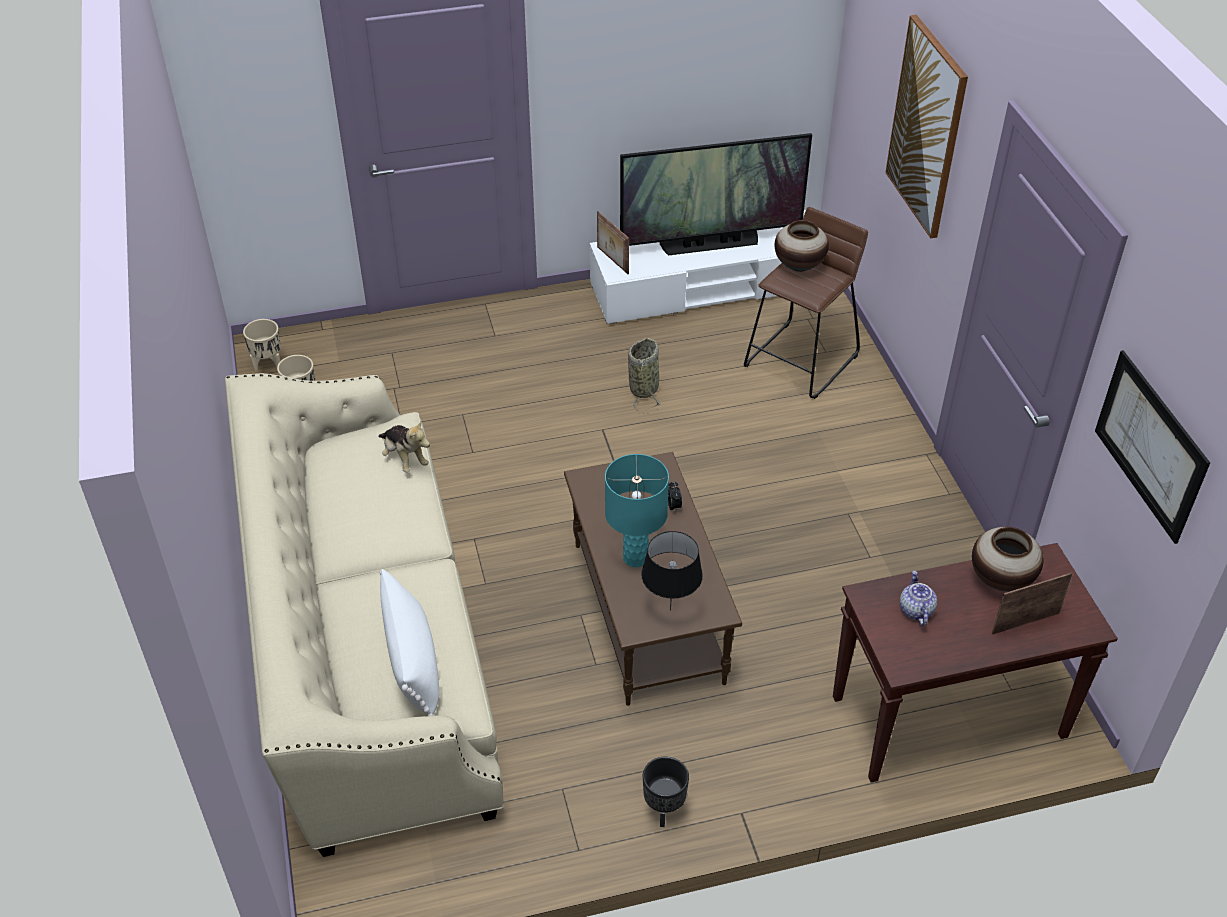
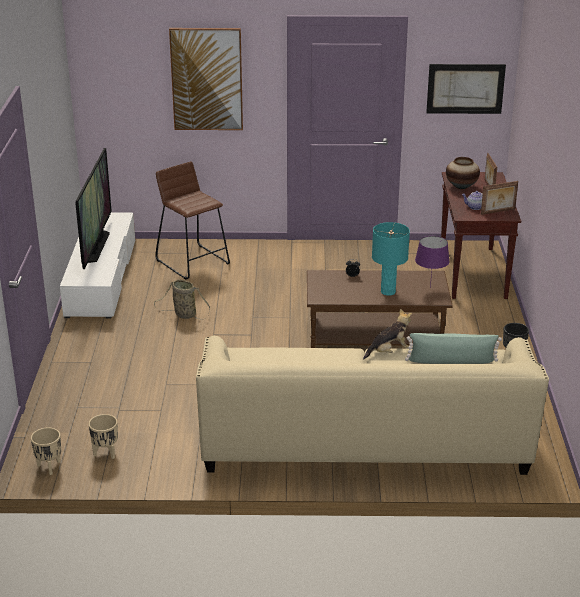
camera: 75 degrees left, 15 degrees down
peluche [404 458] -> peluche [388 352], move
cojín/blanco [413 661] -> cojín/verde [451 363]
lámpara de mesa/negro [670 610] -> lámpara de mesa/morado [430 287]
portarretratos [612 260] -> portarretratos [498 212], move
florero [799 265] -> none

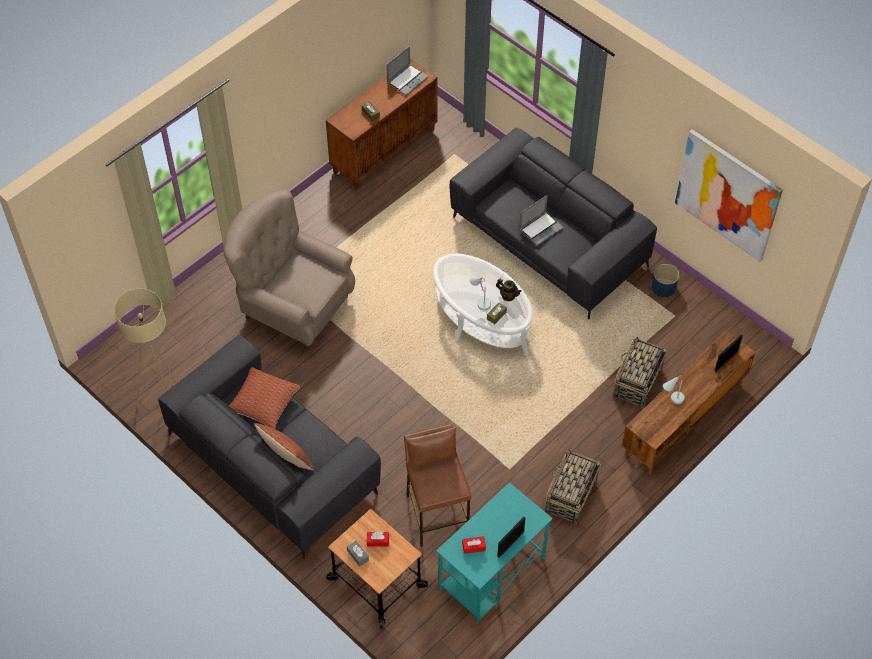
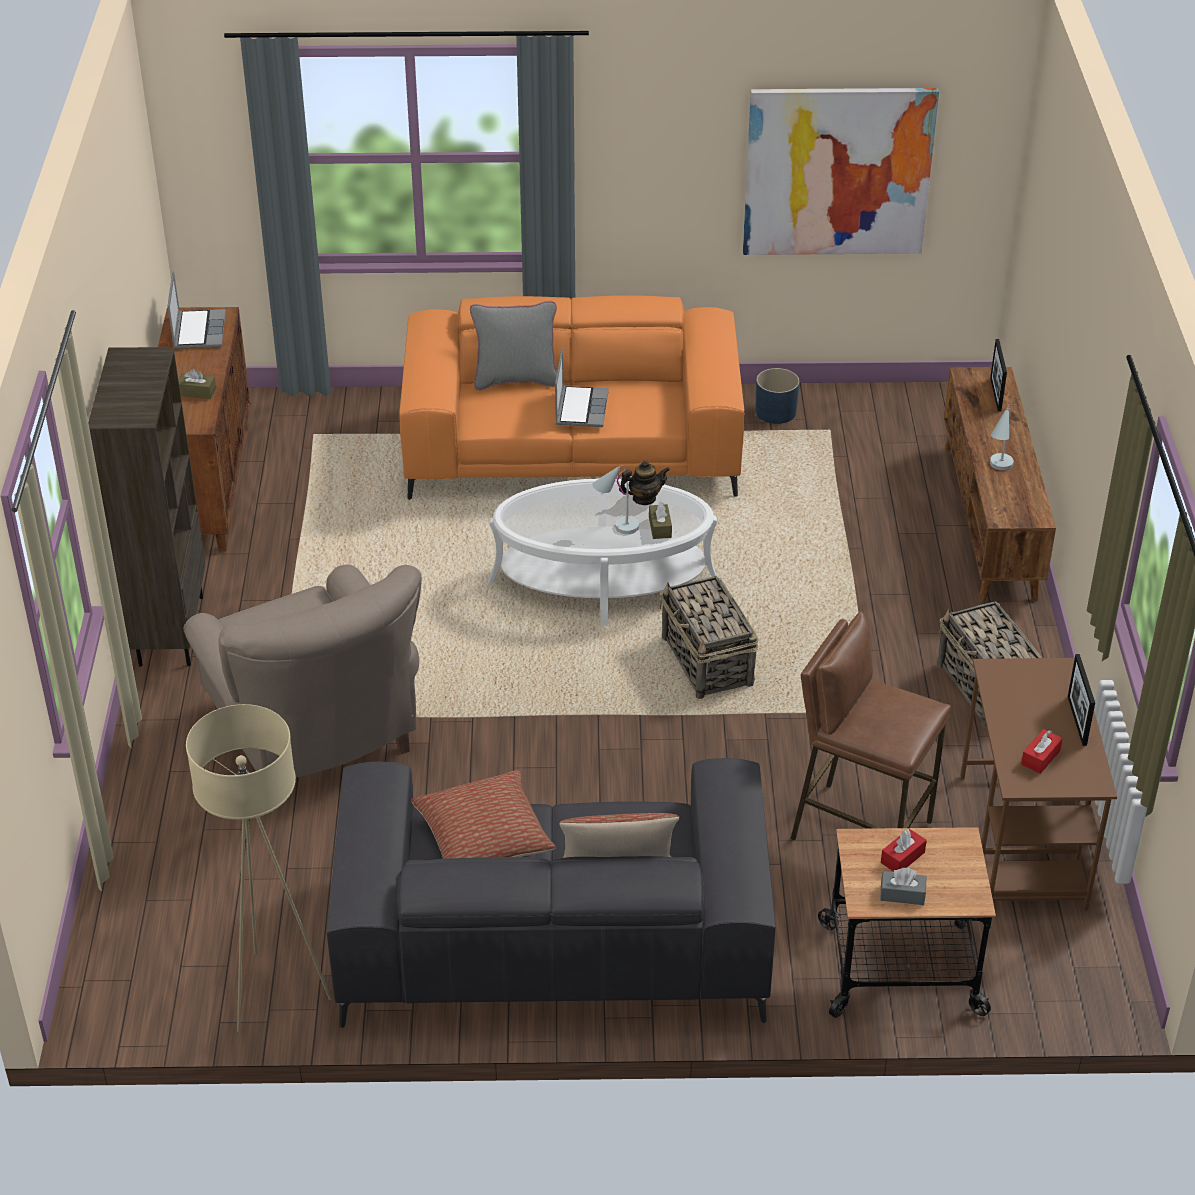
camera: 45 degrees left, 15 degrees down
none -> estantería/marrón [169 630]
sillón/beis [293 305] -> sillón/beis [316 737], 105 degrees counterclockwise
sofá/gris [549 242] -> sofá/naranja [572 451]
none -> cojín/gris [515 380]
cesta [637 383] -> cesta [707 662], move
escritorio/turquesa [491 574] -> escritorio/marrón [1022 842]

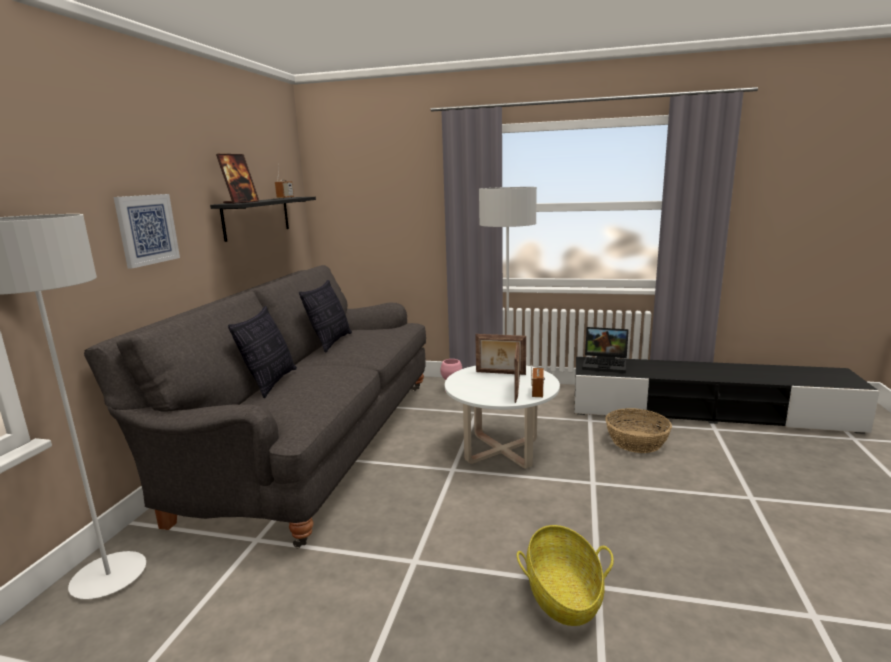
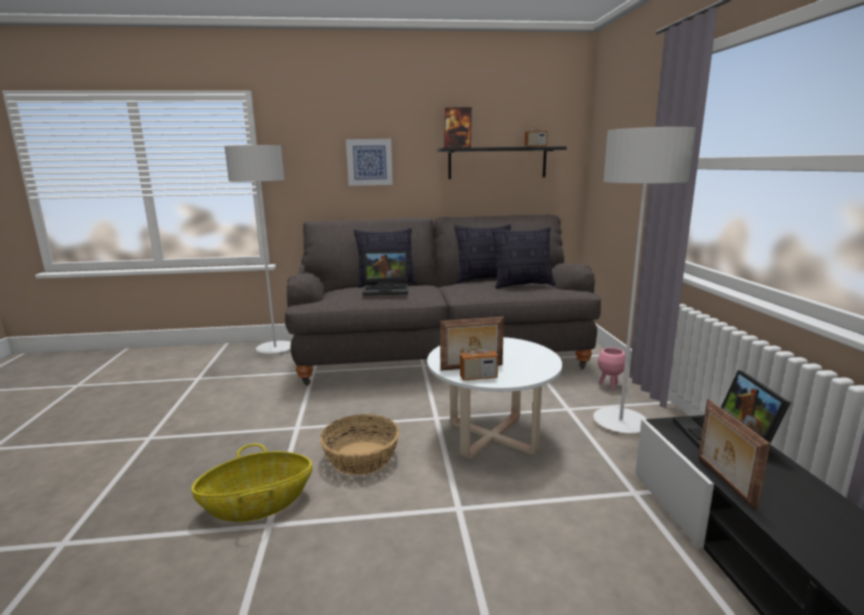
camera: 70 degrees right, 0 degrees up
cesta [636 441] -> cesta [362 458], move
none -> portátil [387 289]
none -> cojín [522 285]
portarretratos [500 373] -> portarretratos [723 481], move

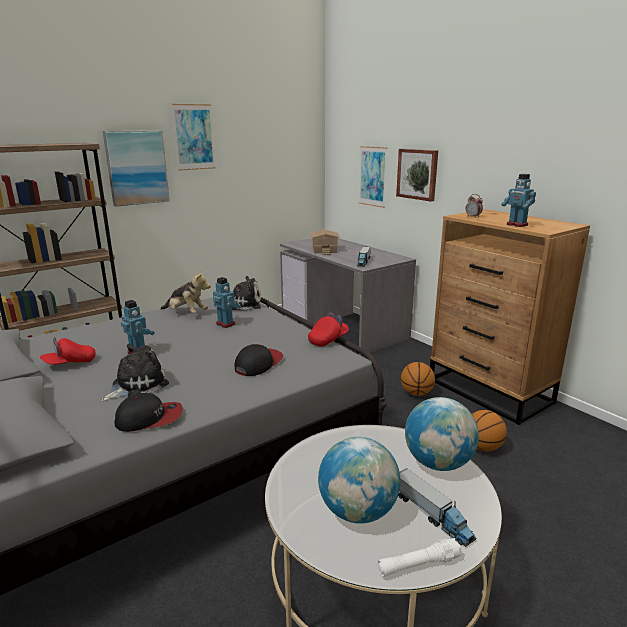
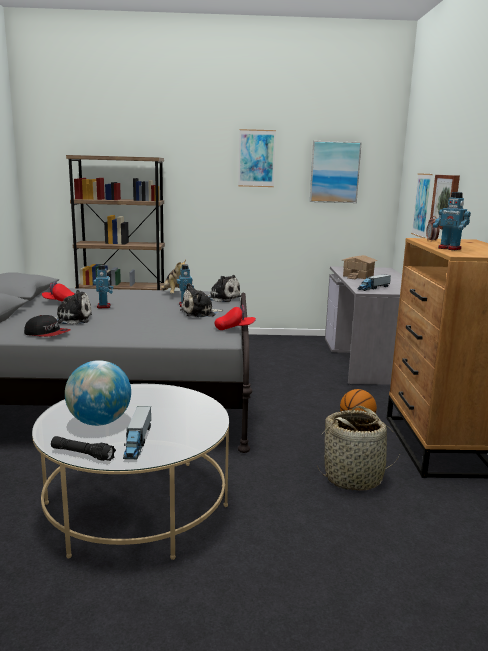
camera: 35 degrees right, 5 degrees down
linterna/blanco [418 565] -> linterna/negro [82 454]
none -> peluche [200 313]
cuadro [137 167] -> cuadro [334 172], move
balón de baloncesto [483 447] -> cesta [354 477]
robot de juguete [516 225] -> robot de juguete [449 248], 45 degrees counterclockwise
gorra [258 364] -> none
globo terráqueo [438 463] -> none

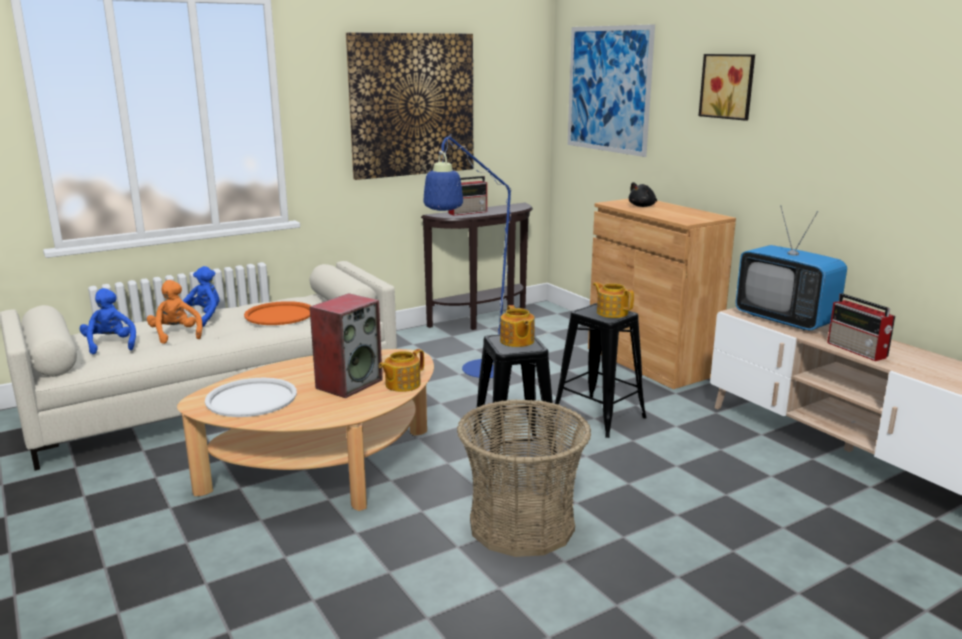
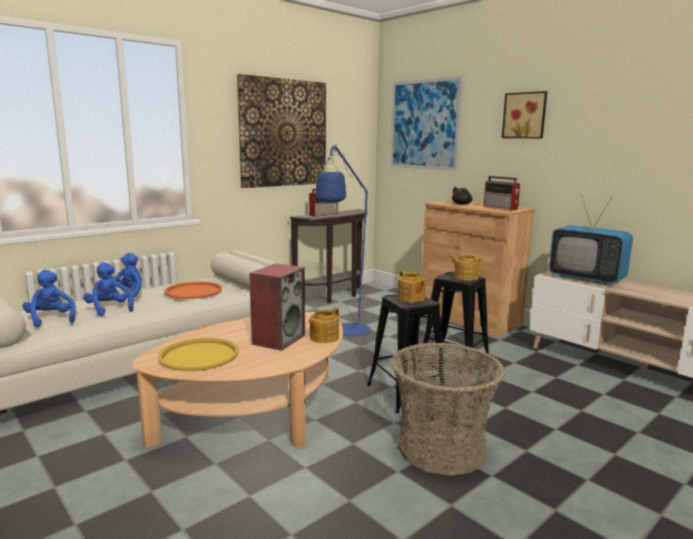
camera: 10 degrees left, 5 degrees down
peluche/naranja [176 335] -> peluche/azul [109 309]
bandeja/blanco [251 399] -> bandeja/amarillo [199 355]
radio [858 350] -> radio [501 208], move

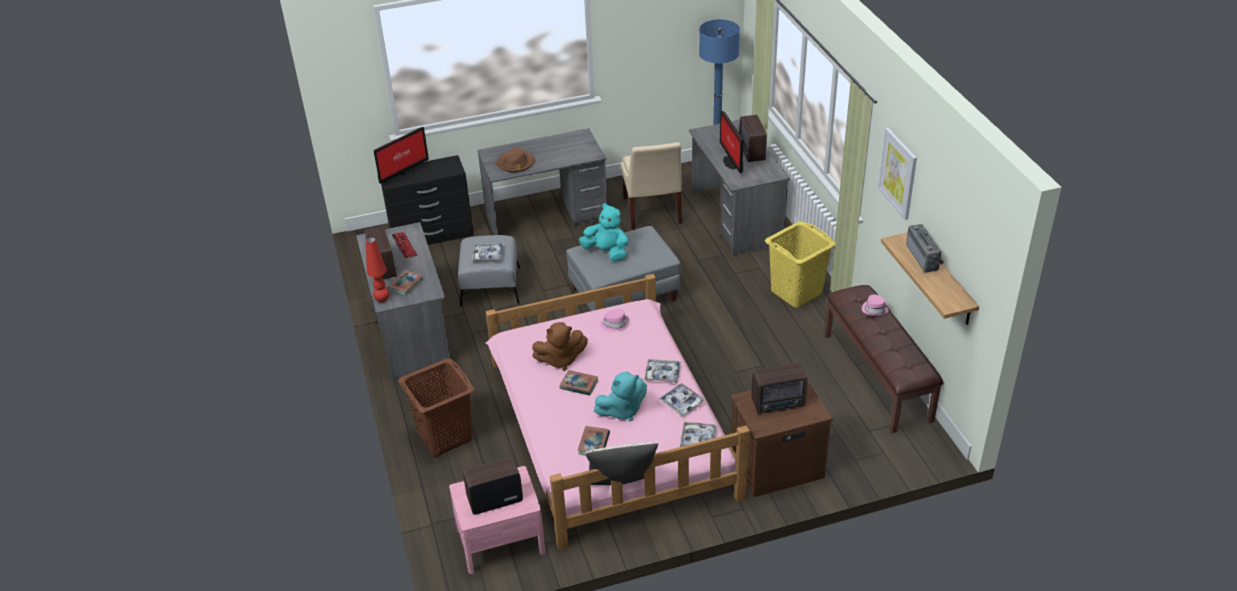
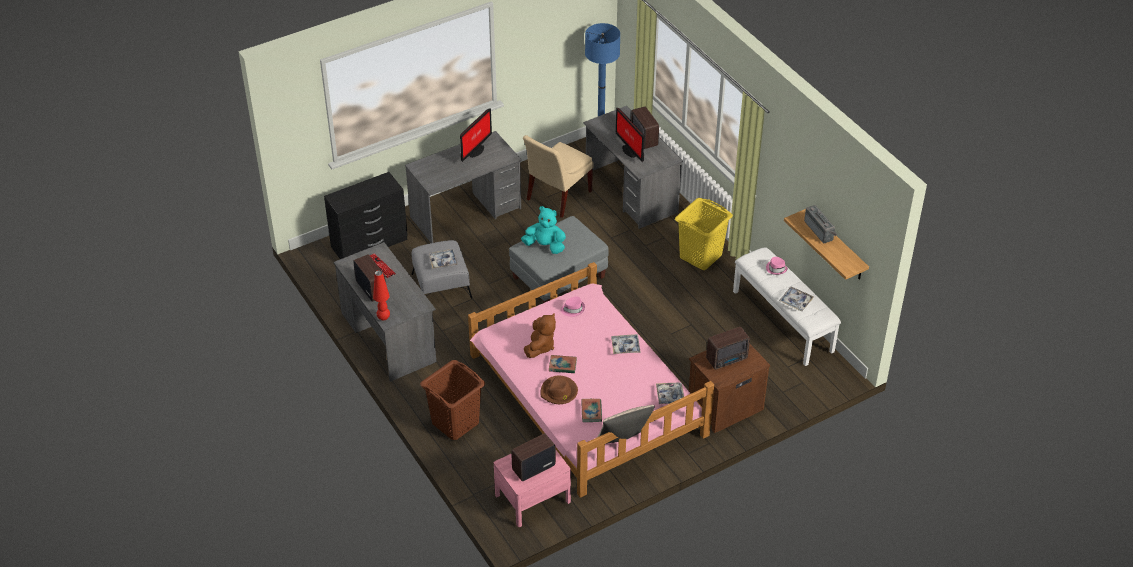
camera: 15 degrees left, 5 degrees up
monitor [403 175] -> monitor [475 151], move
silla/beis [652 212] -> silla/beis [557 197], 60 degrees clockwise
peluche/marrón [560 360] -> peluche/marrón [540 347], 45 degrees counterclockwise
sombrero/marrón [515 163] -> sombrero/marrón [559 392], move
banco/marrón [877 377] -> banco/blanco [783 321]
bandeja [682 403] -> bandeja [795 301], move
libro [406 285] -> none
peluche/turquesa [622 410] -> none
cuadro [898 173] -> none

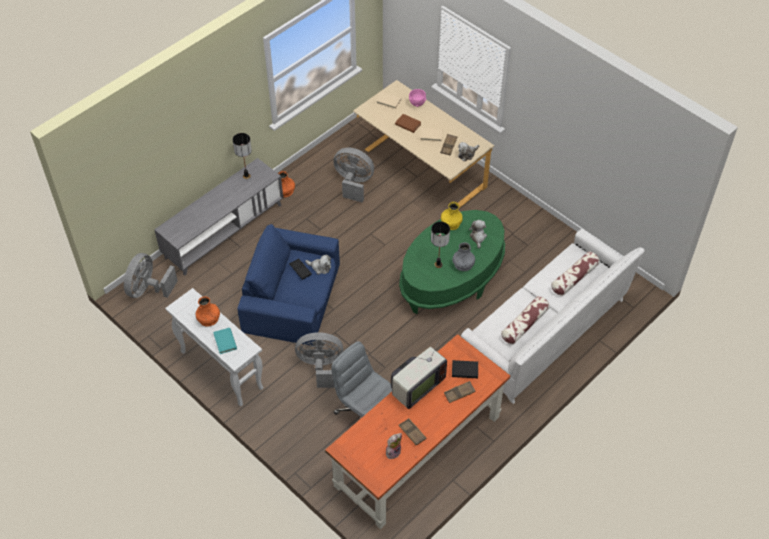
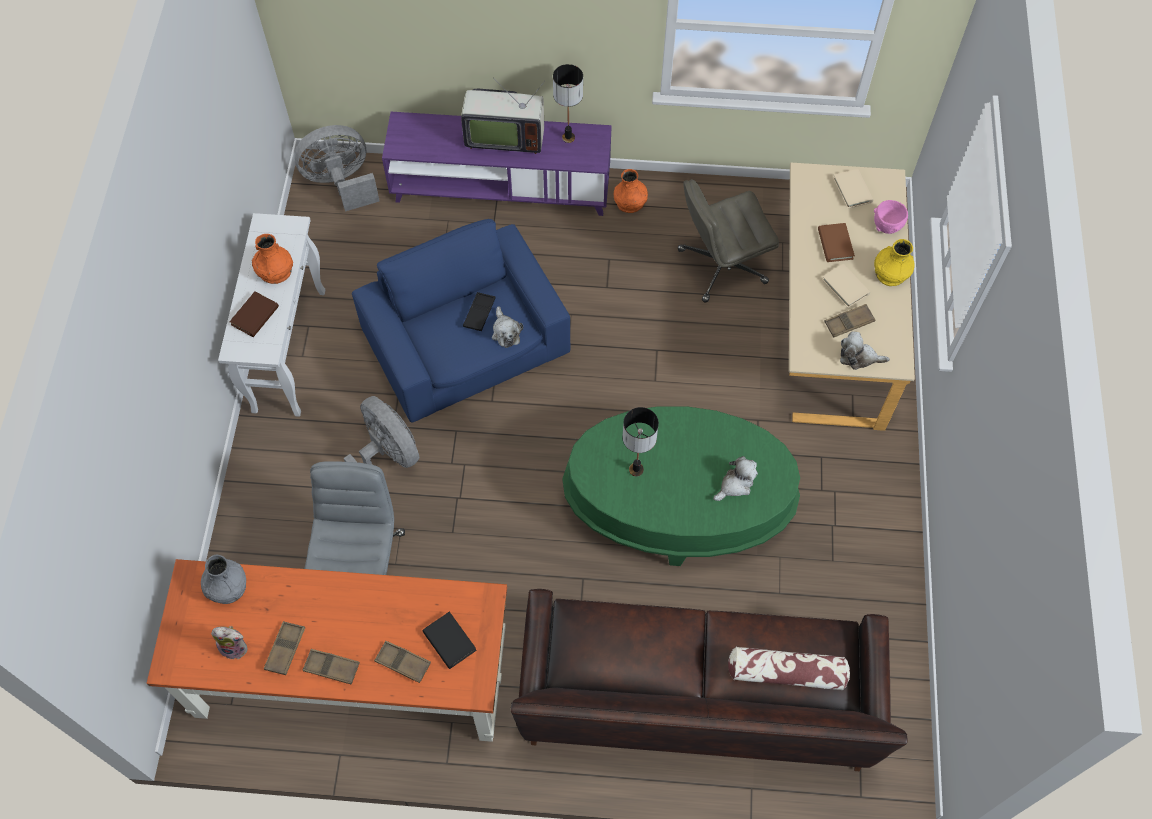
camera: 50 degrees right, 10 degrees up
florero/gris [463 265] -> florero/gris [227 587], move
libro/turquesa [225 341] -> libro/marrón [255 316]
none -> bandeja/marrón [331 667]
mueble de televisión/gris [224 231] -> mueble de televisión/morado [501 188]
televisor [416 387] -> televisor [504 136], move
sofá/blanco [545 332] -> sofá/marrón [696 700]
ventilador/gris [353 183] -> silla de oficina/gris [721 266]
florero/amarillo [451 223] -> florero/amarillo [890 273], move
cojín [524 324] -> none

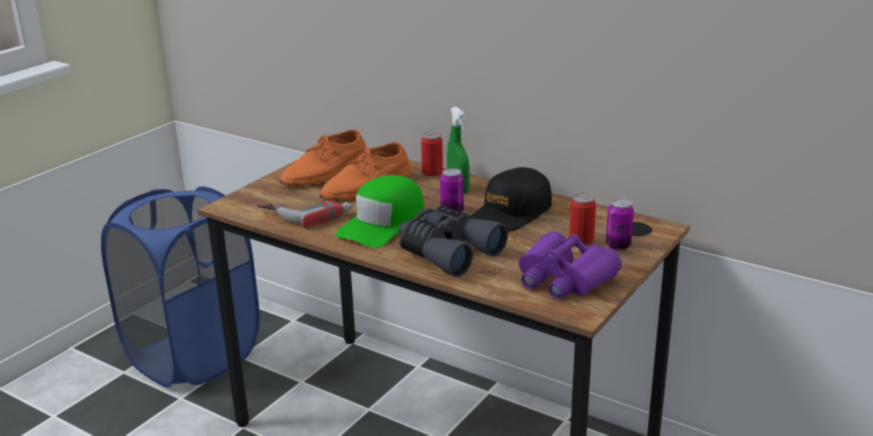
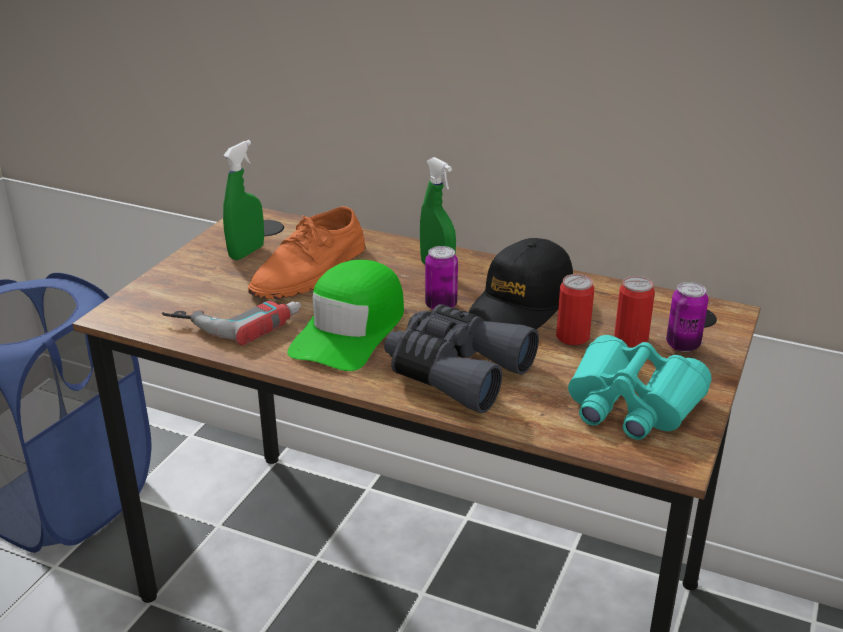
camera: 10 degrees left, 5 degrees up
zapato/naranja [326 172] -> pulverizador/verde [246 252]
lata [432 172] -> lata [572 337], move
prismáticos/morado [563 278] -> prismáticos/turquesa [631 404]

